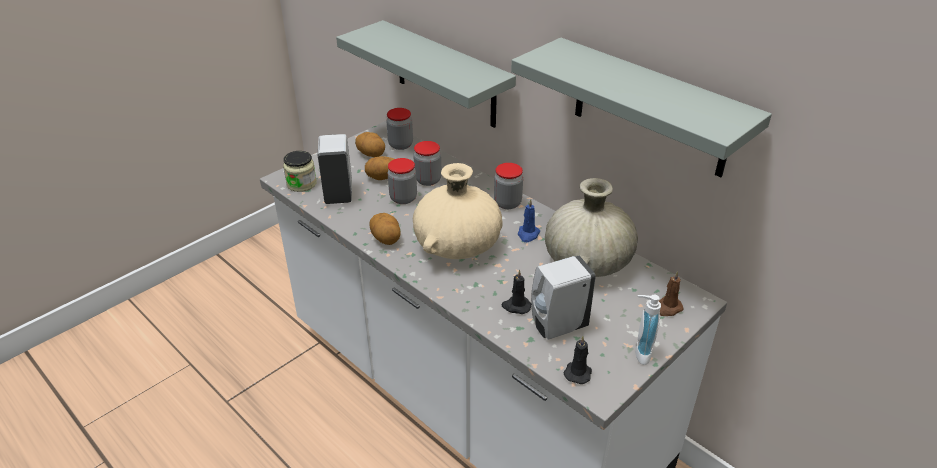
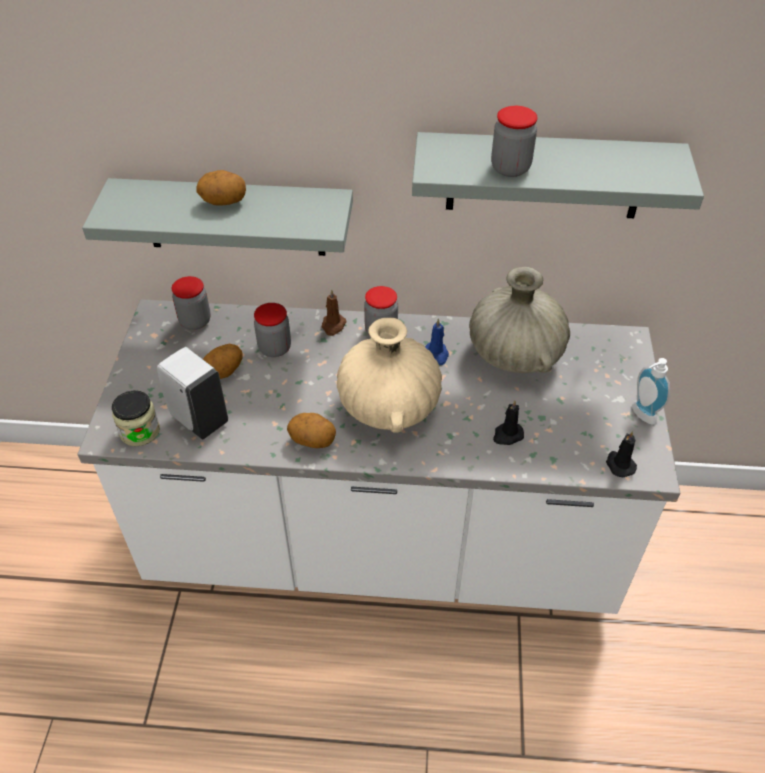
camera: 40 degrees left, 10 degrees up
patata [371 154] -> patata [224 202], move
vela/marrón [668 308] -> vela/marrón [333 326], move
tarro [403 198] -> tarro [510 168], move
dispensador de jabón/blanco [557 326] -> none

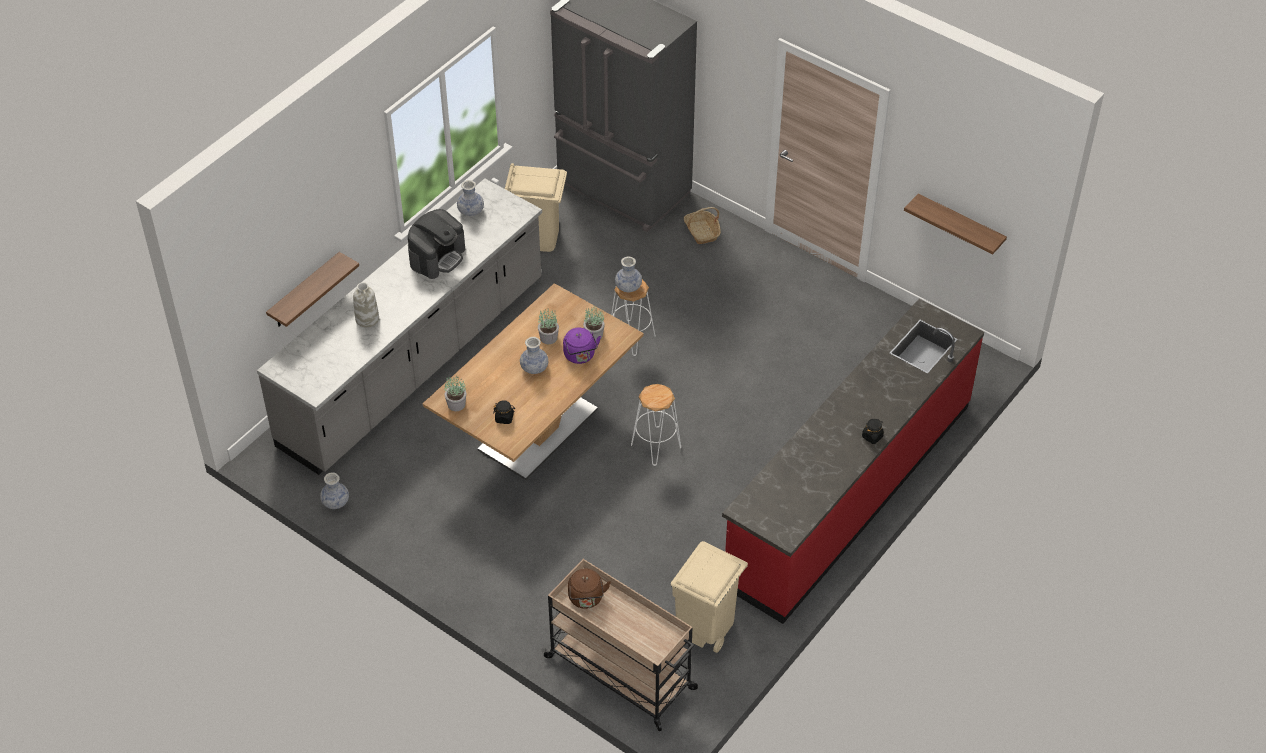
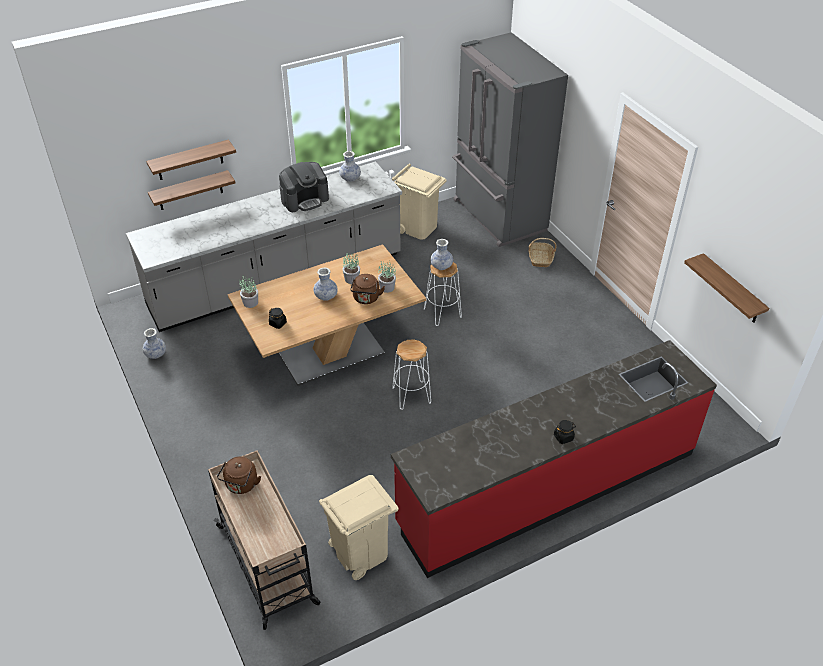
camera: 25 degrees right, 5 degrees down
none -> estante [190 160]
hervidor/morado [580 356] -> hervidor/marrón [366 299]
florero/blanco [367 319] -> none

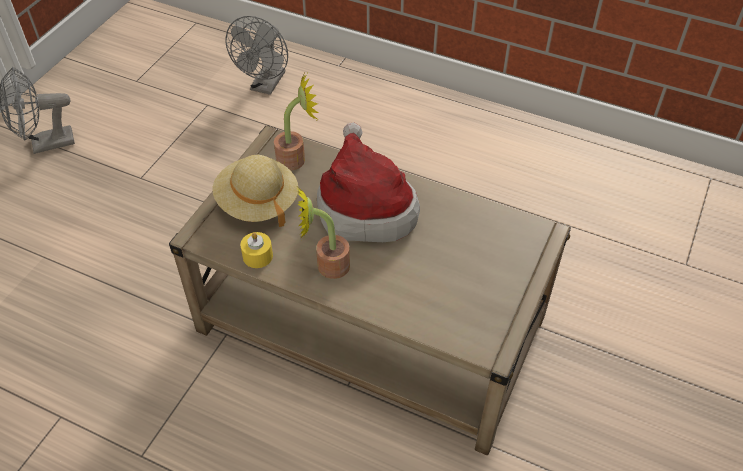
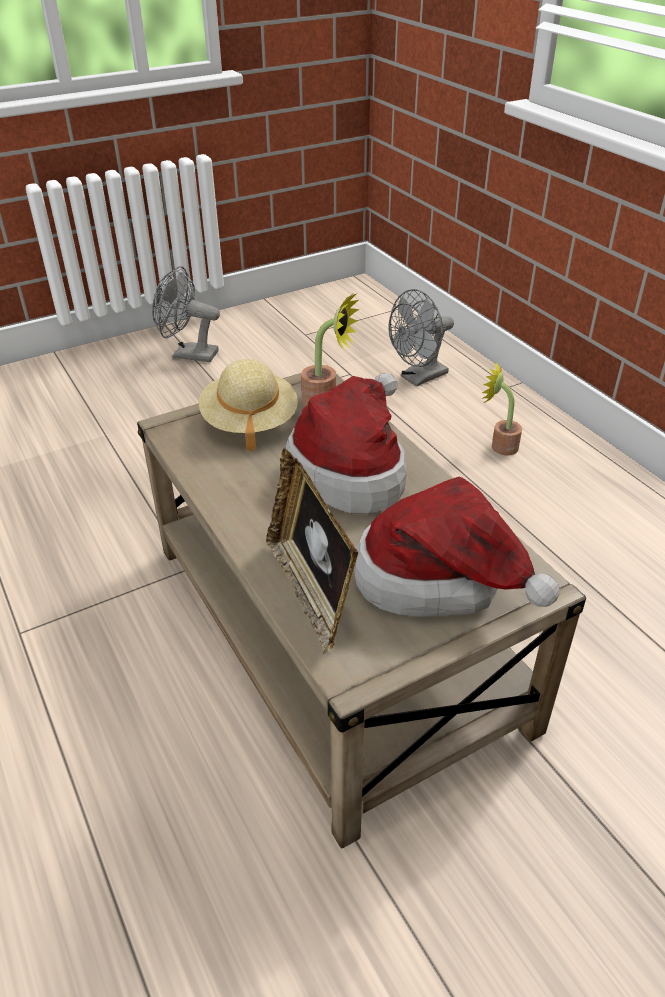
camera: 35 degrees right, 10 degrees down
none -> portarretratos [310 591]
none -> sombrero [441 581]
planta en maceta [326 266] -> planta en maceta [499 445], move
vela/amarillo [257 256] -> none

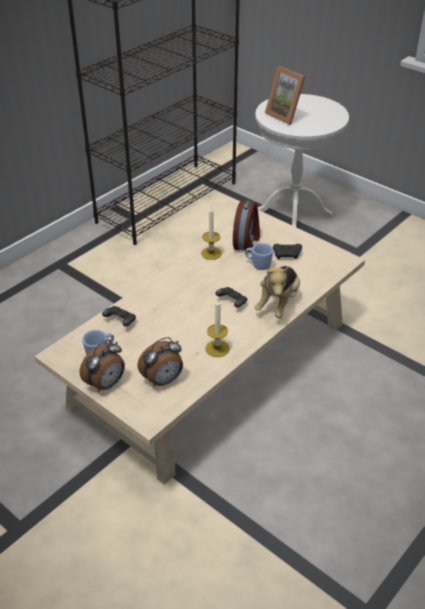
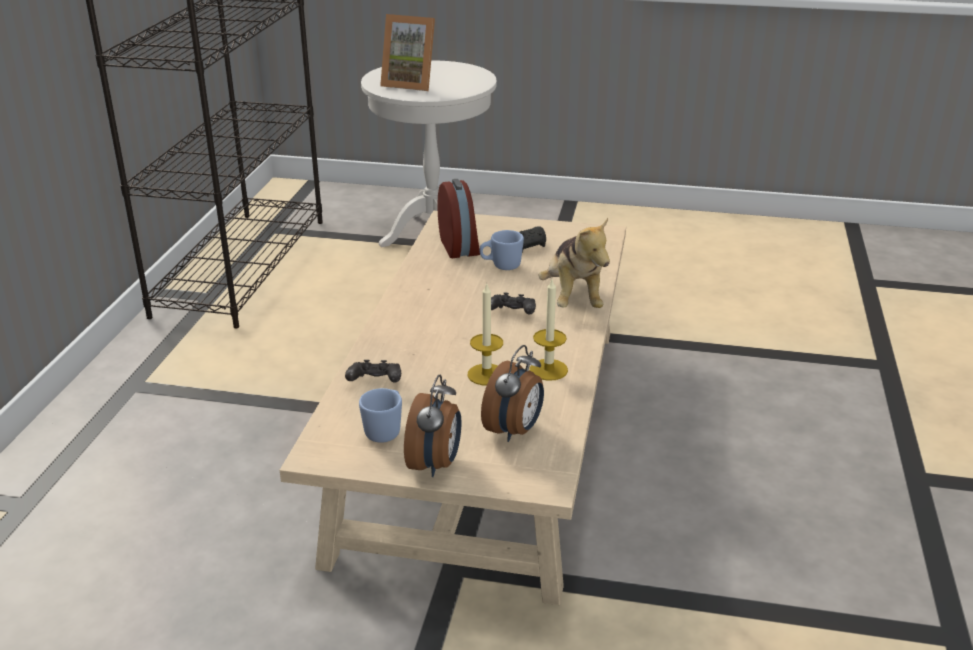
camera: 30 degrees left, 10 degrees down
vela [211 253] -> vela [486 374], move

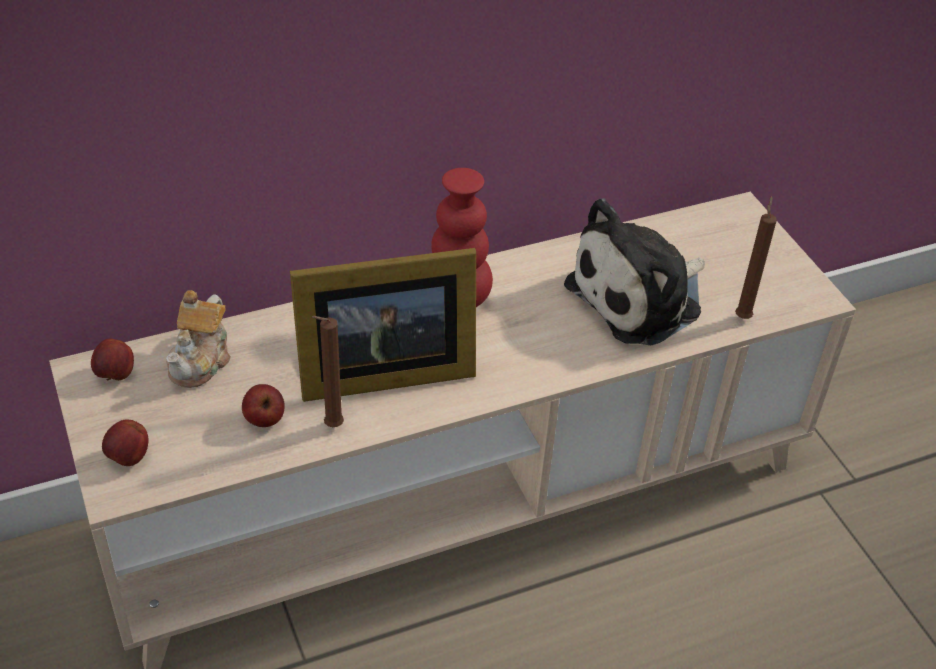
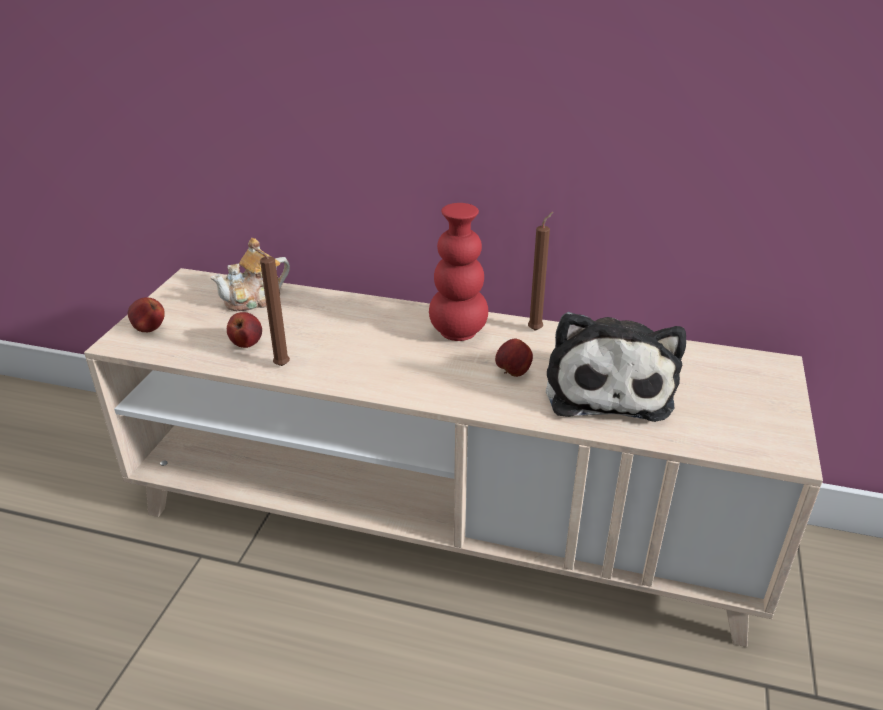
camera: 40 degrees right, 10 degrees down
manzana [115 375] -> manzana [513 373], move
vela/marrón [742 316] -> vela/marrón [537 329], move
peluche [640 298] -> peluche [607 387], 90 degrees counterclockwise
portarretratos [379 372] -> none

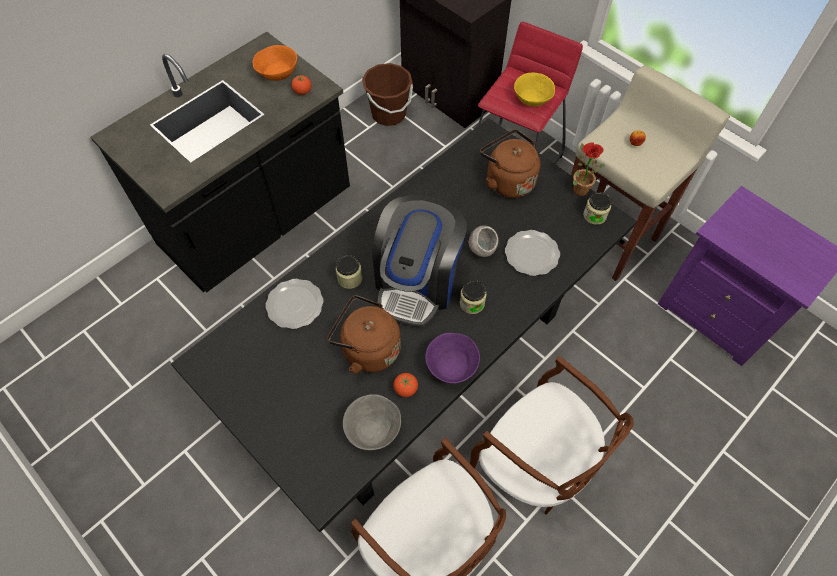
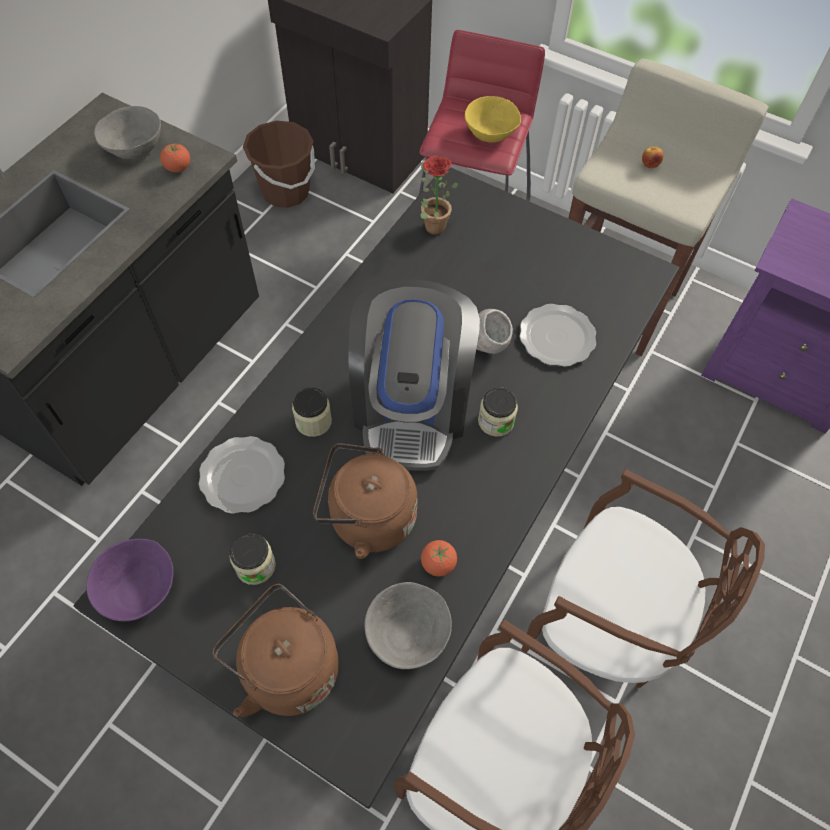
camera: 15 degrees left, 0 degrees up
cuenco/morado [451 367] -> cuenco/morado [140 591], move
cuenco/naranja [278 73] -> cuenco/gris [135 148]
hervidor/marrón [507 181] -> hervidor/marrón [286 667], move
tarro [594 215] -> tarro [255 566], move
planta en maceta [578 188] -> planta en maceta [431 224], move

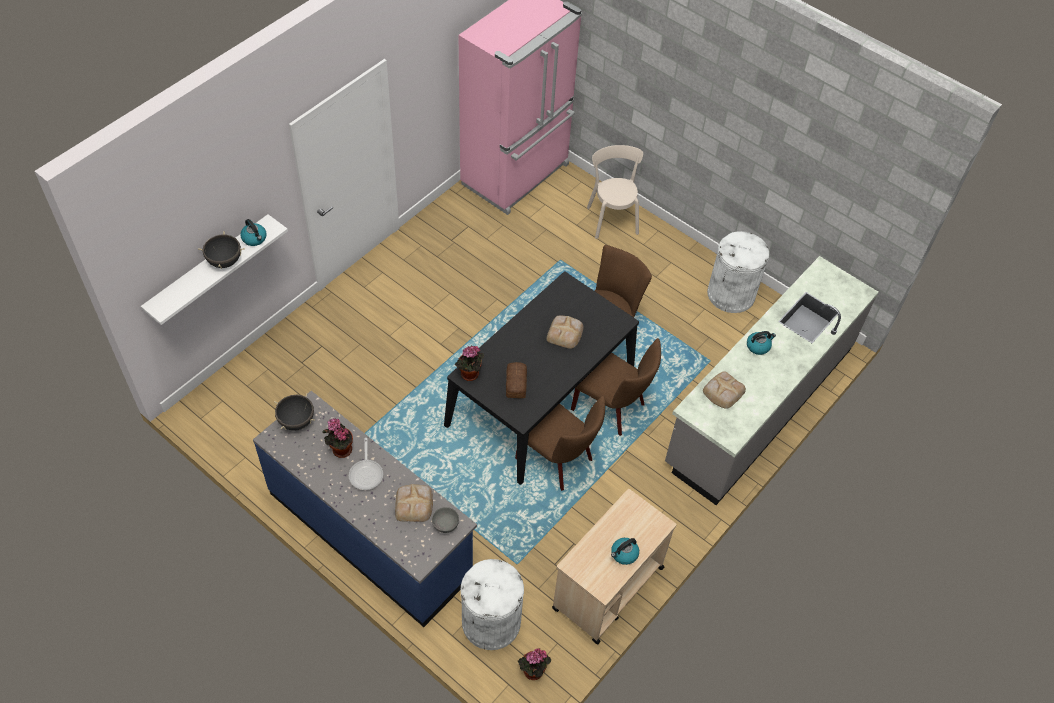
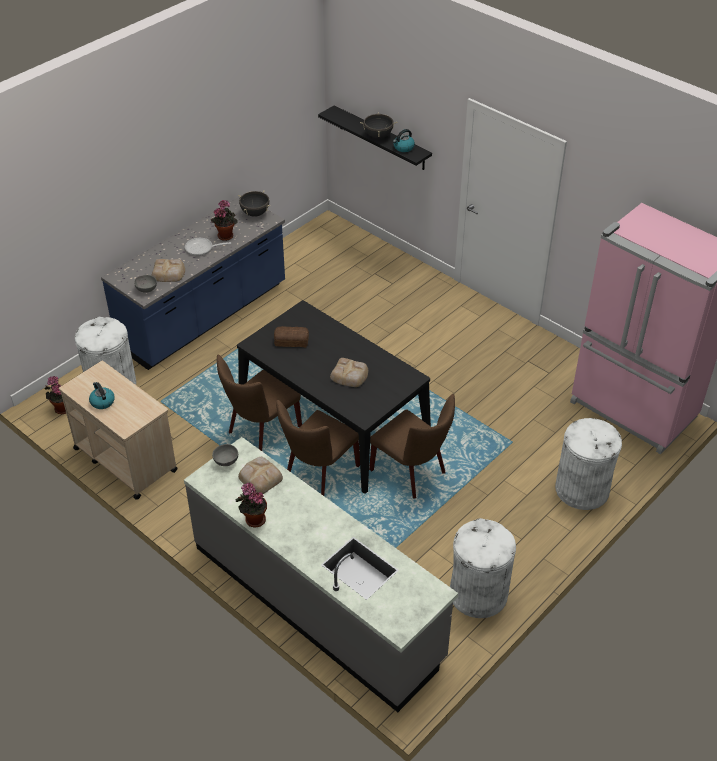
camera: 95 degrees right, 10 degrees down
none -> cuenco/gris [226 462]
planta en maceta [469 375] -> planta en maceta [253 520], move
estante/blanco [209 267] -> estante/negro [381 138]
silla/beis [612 218] -> papelera/blanco [582 489]
hervidor [758 346] -> none

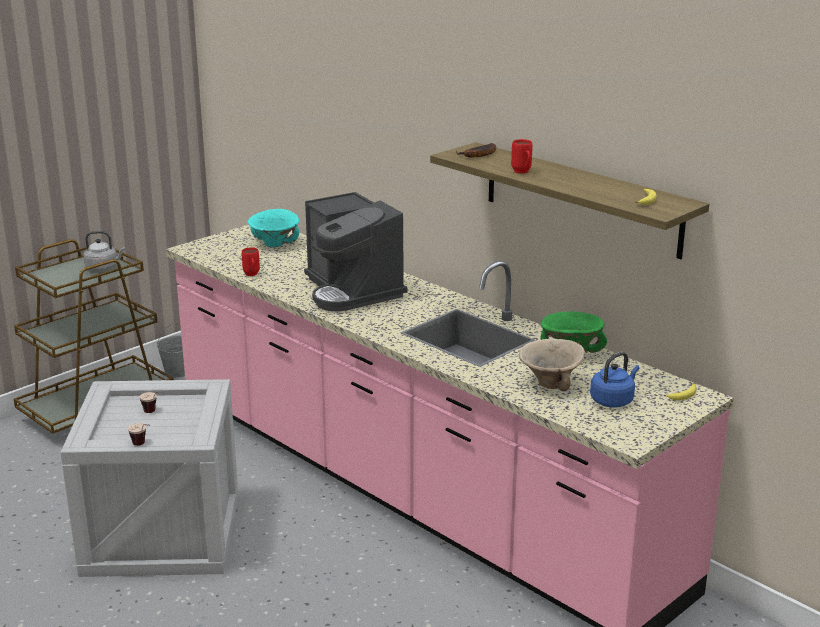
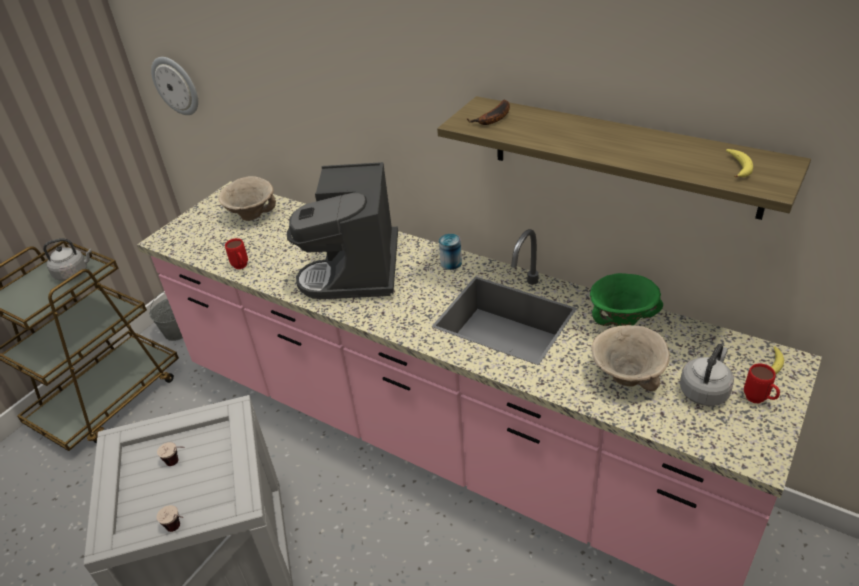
camera: 10 degrees left, 15 degrees up
none -> reloj de pared [176 85]
cuenco/turquesa [274 245] -> cuenco/beis [251 216]
cafetera [352 290] -> cafetera [356 270], 45 degrees clockwise
none -> lata [451 263]
hervidor/azul [613 400] -> hervidor/gris [705 391]
taza grande/rojo [522 173] -> taza grande/rojo [759 400], move

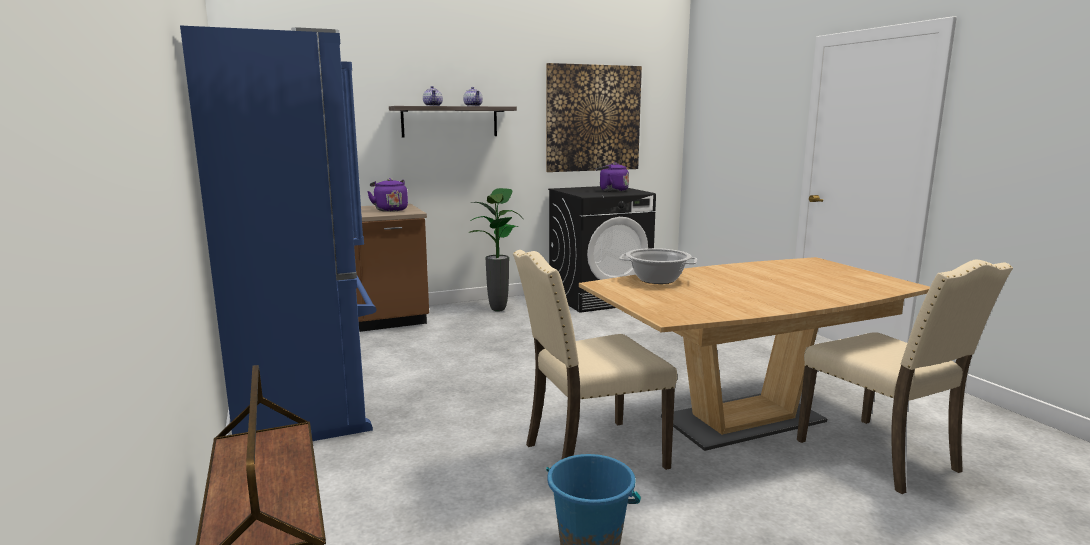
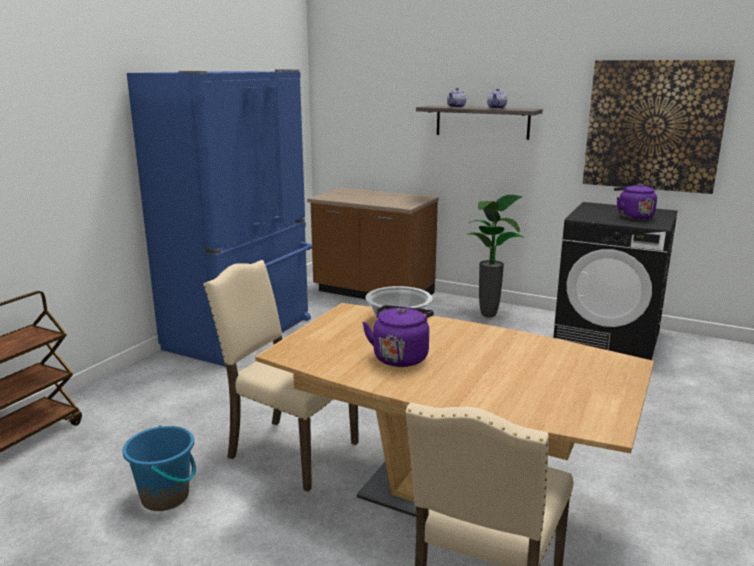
camera: 50 degrees right, 5 degrees up
hervidor/morado [390 210] -> hervidor/morado [401 357], move

